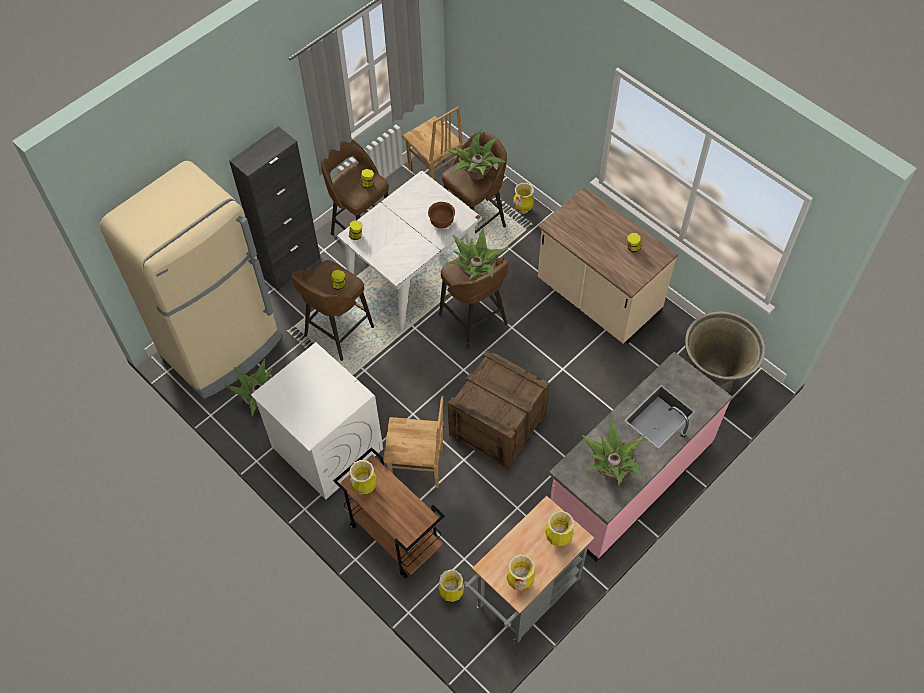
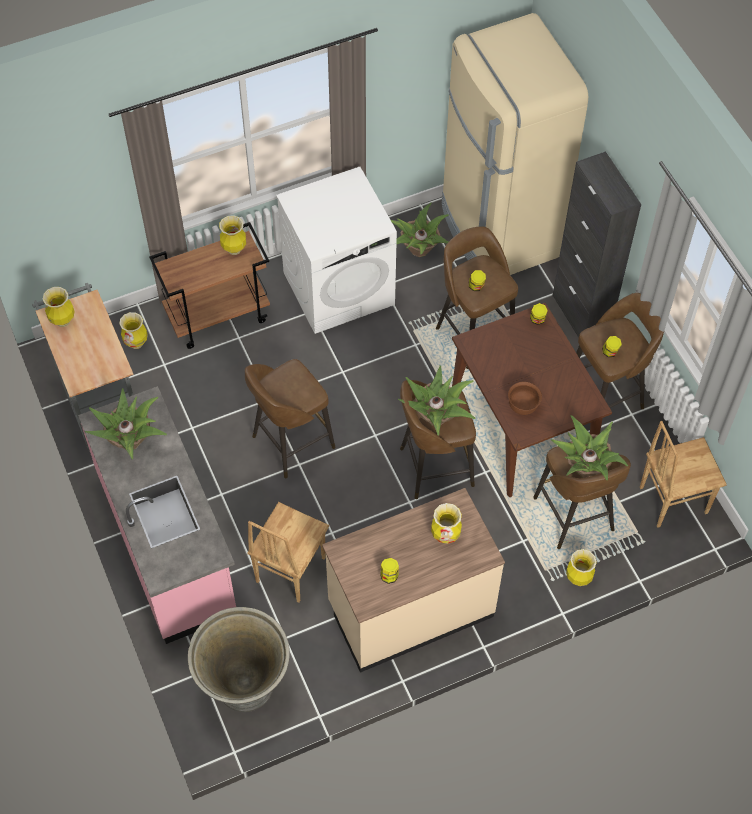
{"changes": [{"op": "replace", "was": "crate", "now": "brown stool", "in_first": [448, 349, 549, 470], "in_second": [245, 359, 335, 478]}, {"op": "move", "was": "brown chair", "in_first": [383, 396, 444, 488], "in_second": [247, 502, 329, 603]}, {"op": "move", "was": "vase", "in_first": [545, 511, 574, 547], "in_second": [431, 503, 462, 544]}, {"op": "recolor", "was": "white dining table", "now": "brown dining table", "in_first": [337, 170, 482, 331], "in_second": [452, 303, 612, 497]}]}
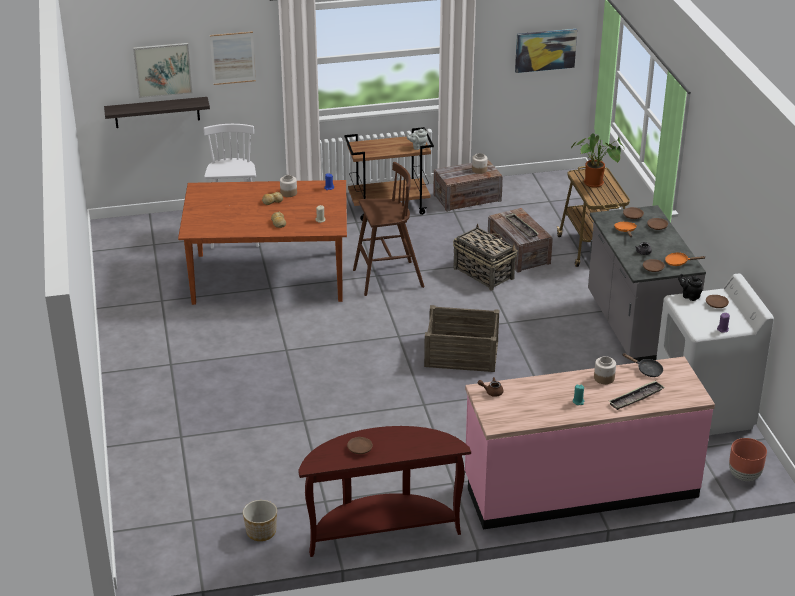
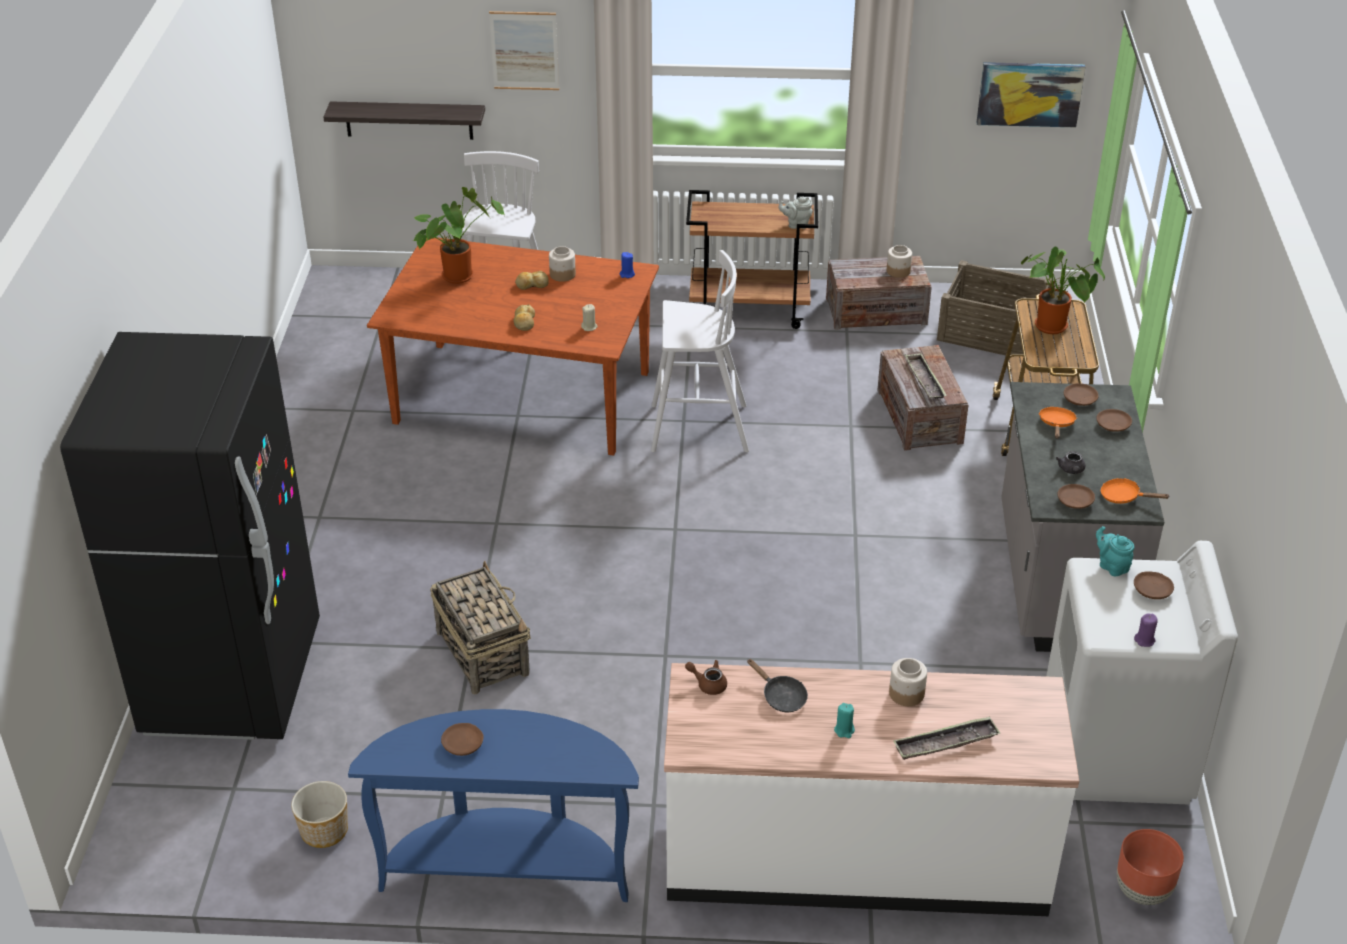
{"changes": [{"op": "insert", "now": "black fridge", "in_second": [60, 332, 320, 740]}, {"op": "recolor", "was": "brown console table", "now": "blue console table", "in_first": [298, 426, 471, 557], "in_second": [348, 709, 639, 902]}, {"op": "insert", "now": "potted plant", "in_second": [413, 187, 505, 284]}, {"op": "move", "was": "basket", "in_first": [453, 223, 517, 291], "in_second": [430, 561, 531, 695]}, {"op": "recolor", "was": "brown stool", "now": "white stool", "in_first": [353, 162, 425, 296], "in_second": [651, 250, 749, 452]}, {"op": "recolor", "was": "pink counter", "now": "white counter", "in_first": [465, 357, 715, 530], "in_second": [664, 663, 1079, 916]}, {"op": "move", "was": "black frying pan", "in_first": [622, 353, 663, 377], "in_second": [747, 659, 808, 712]}, {"op": "move", "was": "crate", "in_first": [424, 305, 499, 372], "in_second": [937, 260, 1052, 355]}, {"op": "recolor", "was": "black teapot", "now": "turquoise teapot", "in_first": [678, 274, 703, 301], "in_second": [1096, 526, 1134, 576]}, {"op": "delete", "was": "picture", "in_first": [133, 43, 192, 98]}]}
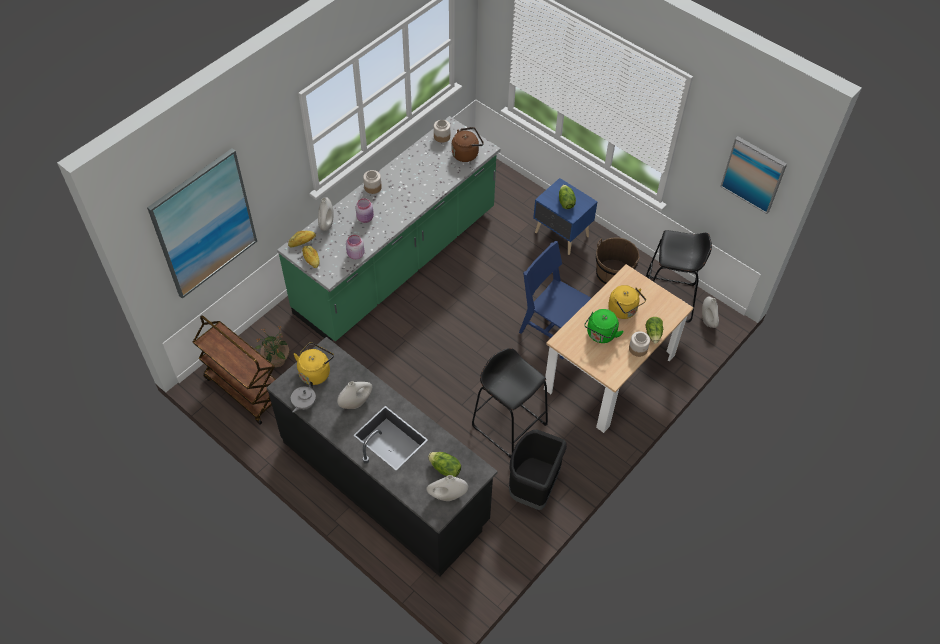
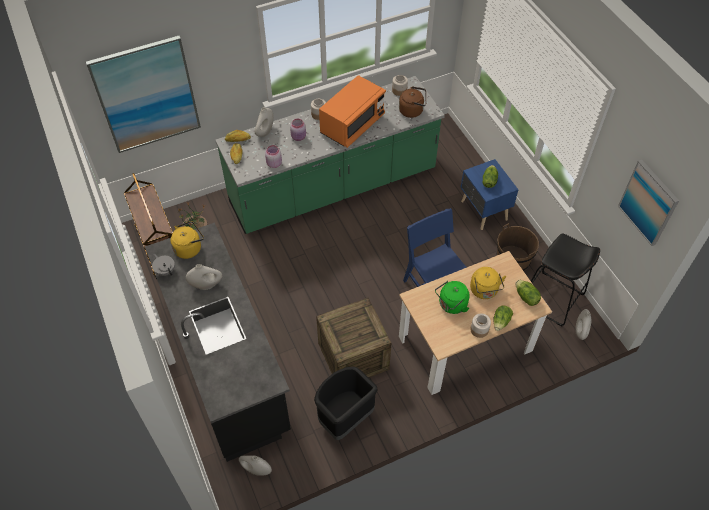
{"changes": [{"op": "rotate", "was": "grey teapot", "in_first": [291, 382, 316, 412], "in_second": [152, 254, 175, 276], "clockwise": 90}, {"op": "move", "was": "white vase", "in_first": [426, 475, 468, 501], "in_second": [239, 455, 272, 476]}, {"op": "replace", "was": "black stool", "now": "crate", "in_first": [472, 348, 548, 458], "in_second": [316, 297, 391, 378]}, {"op": "insert", "now": "orange microwave", "in_second": [319, 75, 386, 148]}, {"op": "move", "was": "lettuce", "in_first": [428, 452, 461, 477], "in_second": [516, 280, 541, 306]}]}
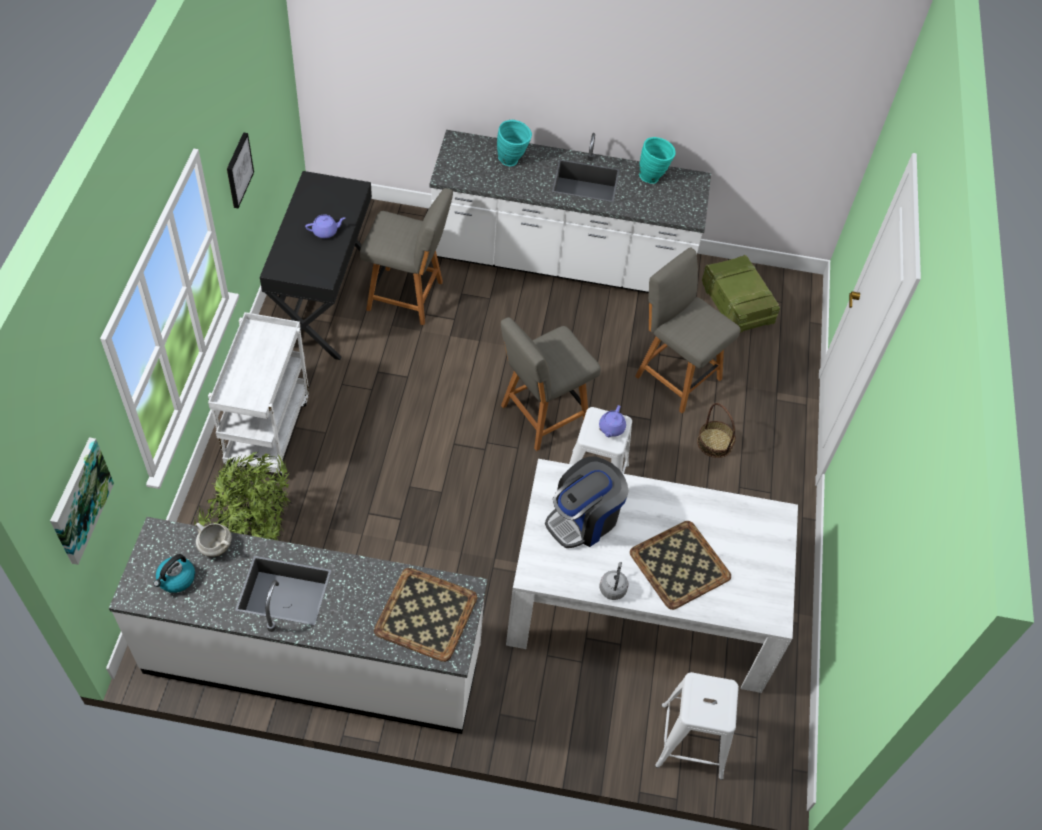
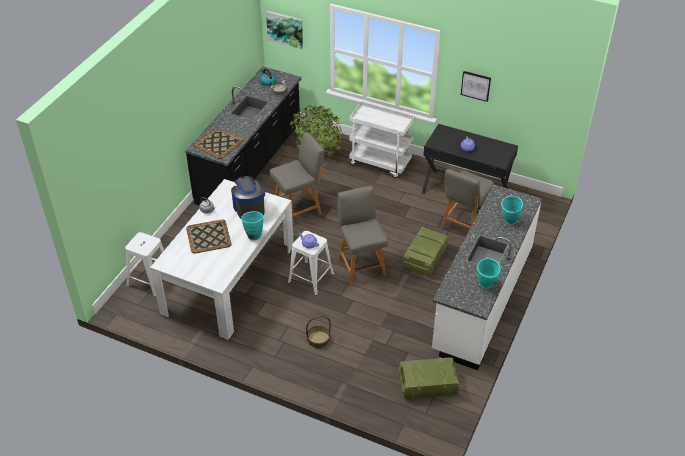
{"changes": [{"op": "recolor", "was": "white counter", "now": "black counter", "in_first": [109, 517, 488, 734], "in_second": [185, 66, 301, 206]}, {"op": "insert", "now": "turquoise vase", "in_second": [241, 211, 263, 240]}, {"op": "move", "was": "grey chair", "in_first": [635, 247, 741, 413], "in_second": [270, 132, 325, 217]}, {"op": "insert", "now": "crate", "in_second": [403, 227, 448, 277]}]}
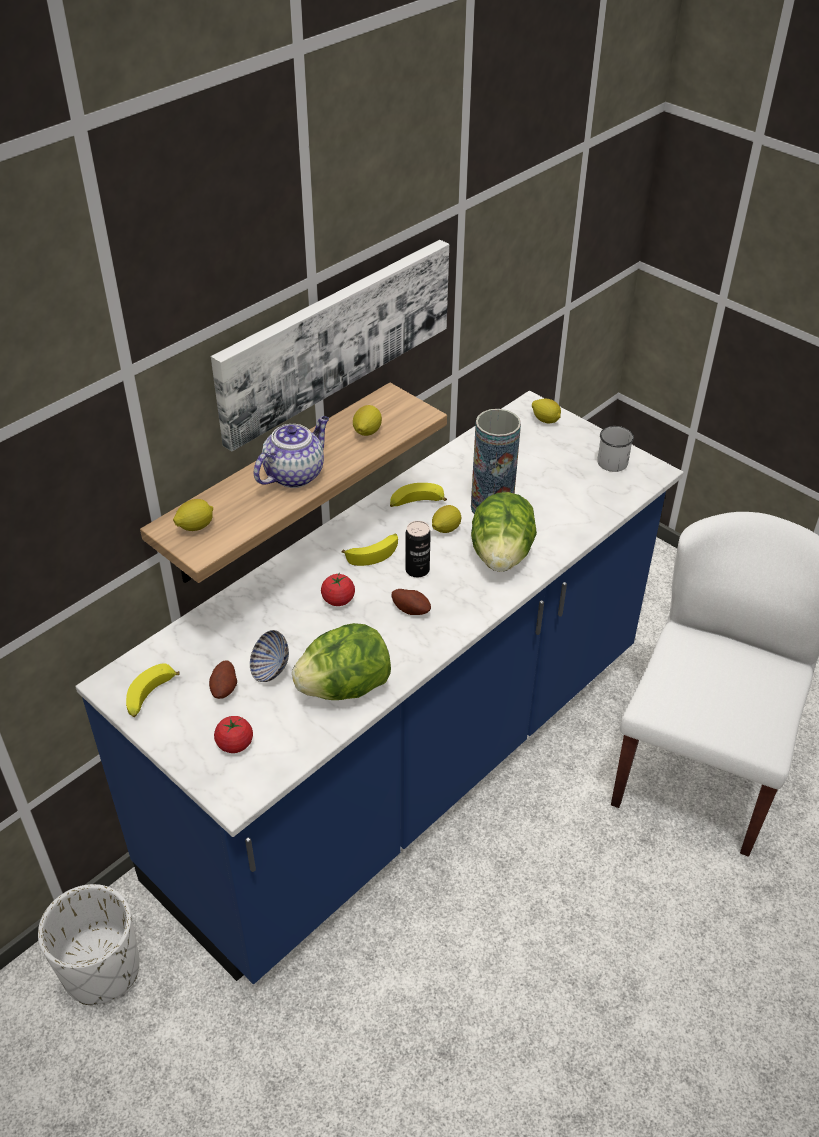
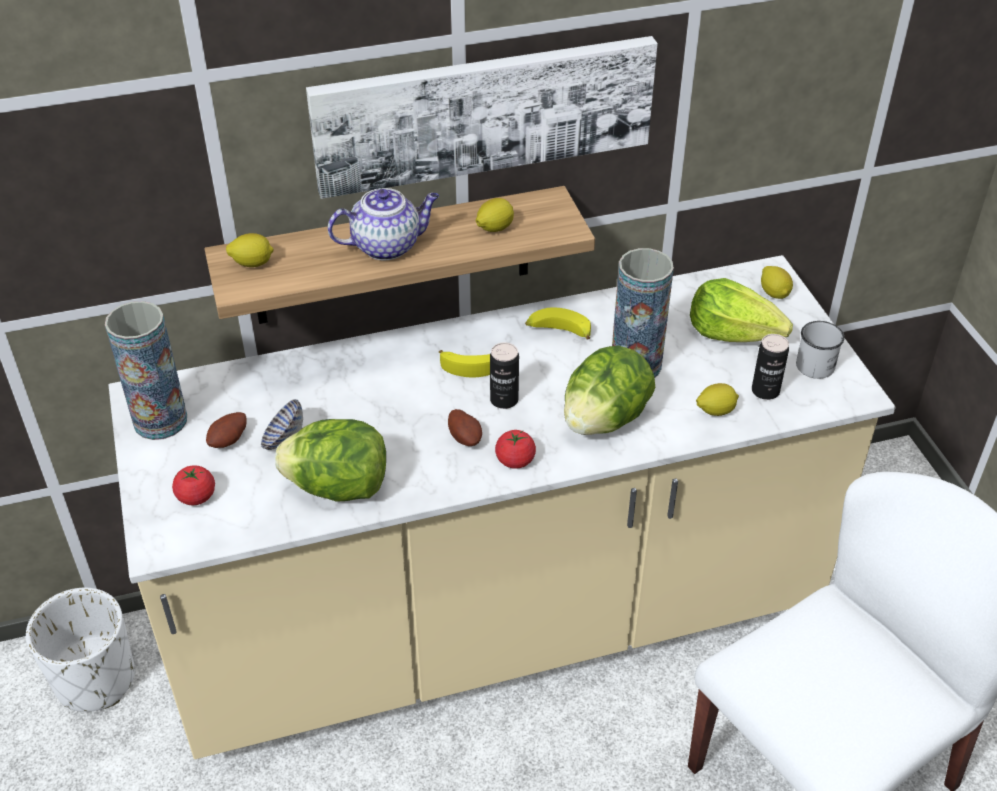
{"changes": [{"op": "replace", "was": "banana", "now": "vase", "in_first": [126, 663, 180, 717], "in_second": [105, 301, 187, 440]}, {"op": "recolor", "was": "blue counter", "now": "beige counter", "in_first": [75, 391, 684, 984], "in_second": [108, 255, 896, 759]}, {"op": "move", "was": "tomato", "in_first": [321, 574, 355, 606], "in_second": [495, 430, 536, 469]}, {"op": "insert", "now": "lettuce", "in_second": [690, 278, 793, 342]}, {"op": "move", "was": "lemon", "in_first": [432, 505, 461, 533], "in_second": [696, 383, 739, 416]}, {"op": "insert", "now": "can", "in_second": [752, 334, 789, 400]}]}
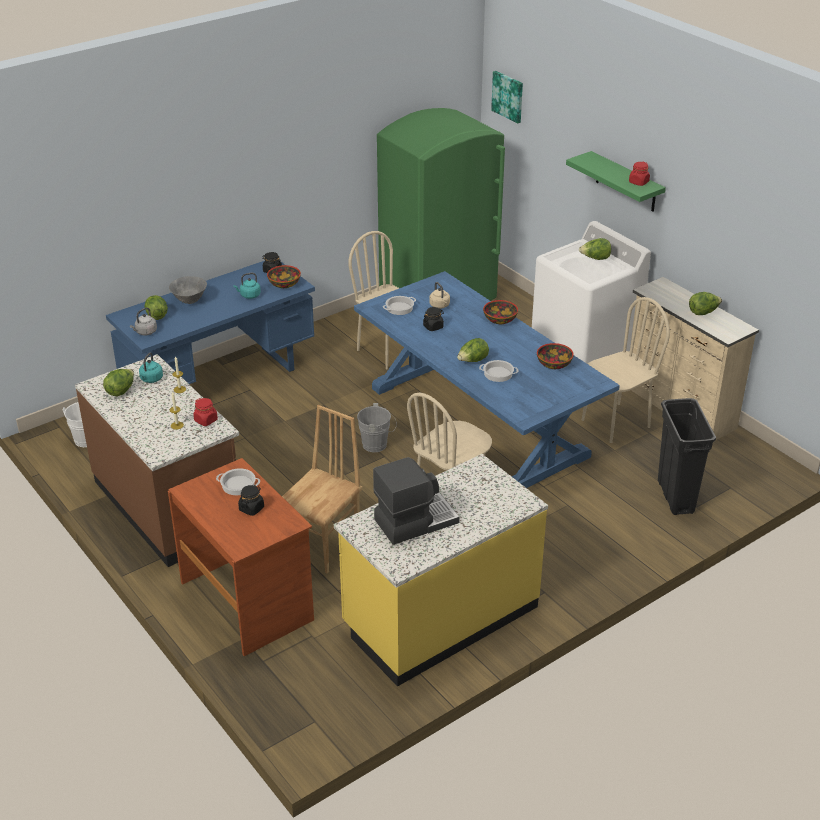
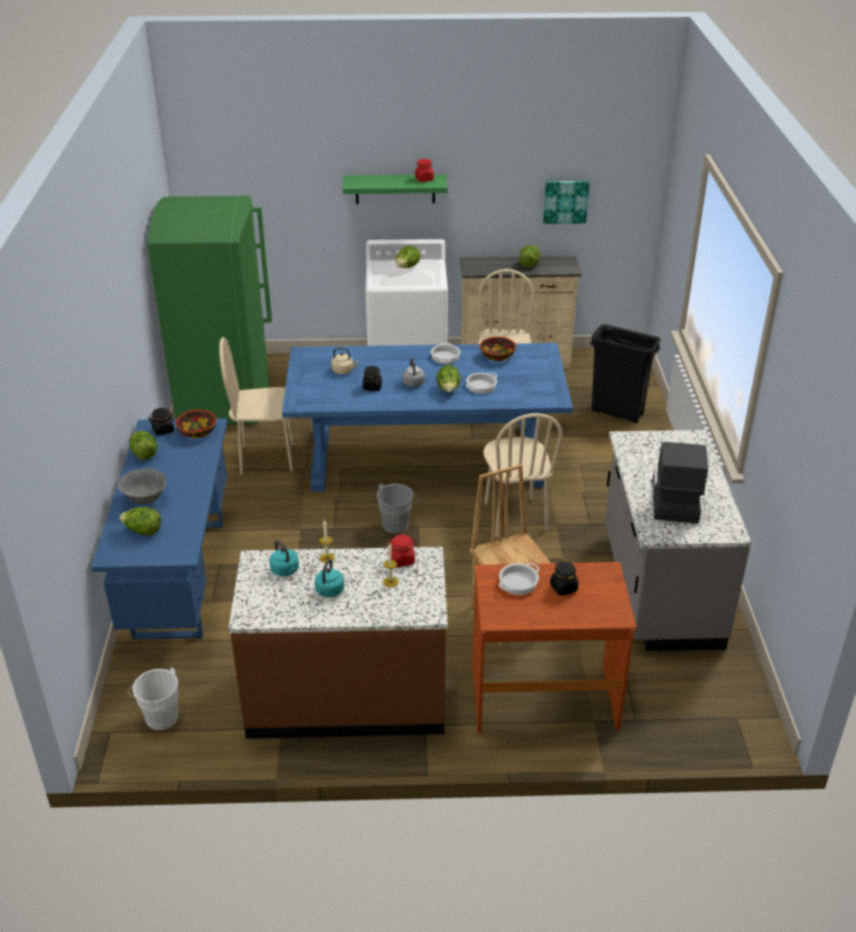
{"changes": [{"op": "move", "was": "lettuce", "in_first": [103, 369, 134, 396], "in_second": [130, 431, 157, 460]}, {"op": "move", "was": "turquoise kettle", "in_first": [233, 273, 261, 299], "in_second": [315, 559, 345, 597]}, {"op": "move", "was": "grey kettle", "in_first": [130, 307, 157, 335], "in_second": [403, 358, 425, 387]}, {"op": "move", "was": "cooking pot", "in_first": [383, 296, 416, 315], "in_second": [431, 342, 460, 364]}, {"op": "move", "was": "picture", "in_first": [491, 71, 523, 124], "in_second": [543, 181, 590, 224]}, {"op": "recolor", "was": "yellow counter", "now": "grey counter", "in_first": [334, 454, 548, 687], "in_second": [605, 430, 752, 651]}, {"op": "delete", "was": "bowl", "in_first": [483, 300, 518, 324]}]}
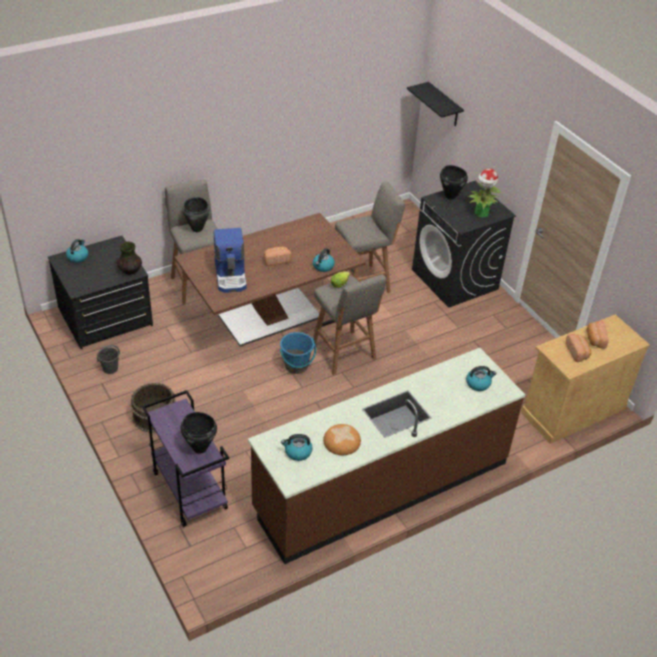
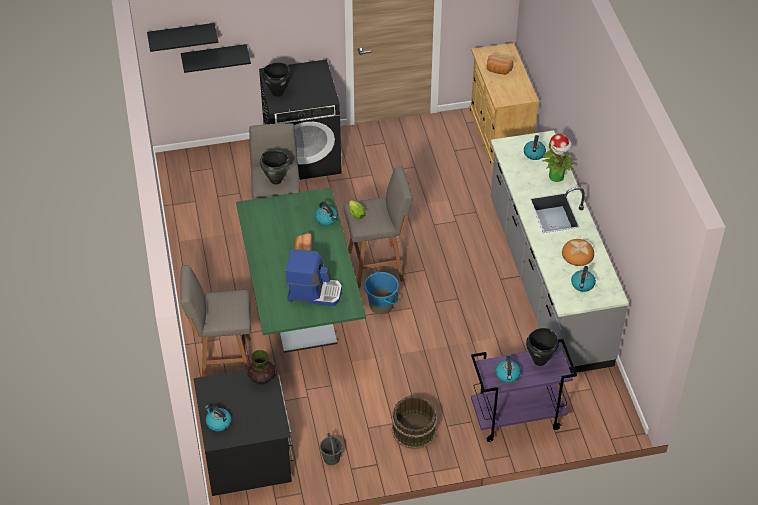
{"changes": [{"op": "insert", "now": "black shelf", "in_second": [181, 44, 251, 73]}, {"op": "recolor", "was": "brown dining table", "now": "green dining table", "in_first": [174, 213, 366, 347], "in_second": [236, 188, 366, 353]}, {"op": "move", "was": "black cooking pot", "in_first": [182, 197, 210, 232], "in_second": [260, 150, 290, 185]}, {"op": "recolor", "was": "brown counter", "now": "grey counter", "in_first": [248, 348, 525, 564], "in_second": [491, 130, 629, 374]}, {"op": "insert", "now": "kettle", "in_second": [496, 356, 521, 383]}, {"op": "move", "was": "potted plant", "in_first": [468, 168, 502, 217], "in_second": [543, 134, 575, 182]}, {"op": "delete", "was": "bread", "in_first": [566, 334, 591, 362]}]}
